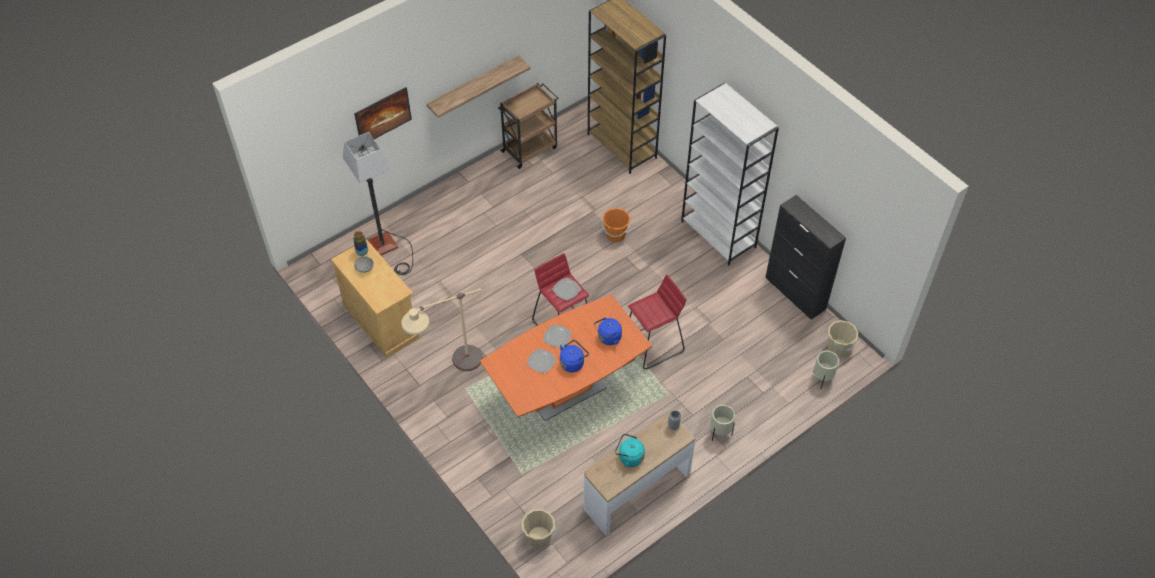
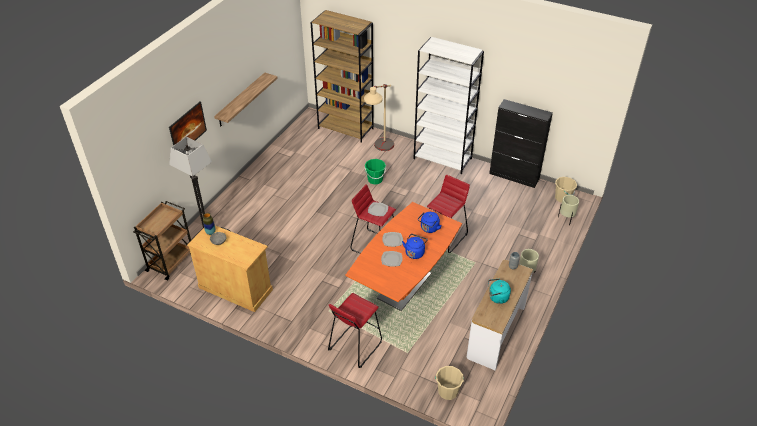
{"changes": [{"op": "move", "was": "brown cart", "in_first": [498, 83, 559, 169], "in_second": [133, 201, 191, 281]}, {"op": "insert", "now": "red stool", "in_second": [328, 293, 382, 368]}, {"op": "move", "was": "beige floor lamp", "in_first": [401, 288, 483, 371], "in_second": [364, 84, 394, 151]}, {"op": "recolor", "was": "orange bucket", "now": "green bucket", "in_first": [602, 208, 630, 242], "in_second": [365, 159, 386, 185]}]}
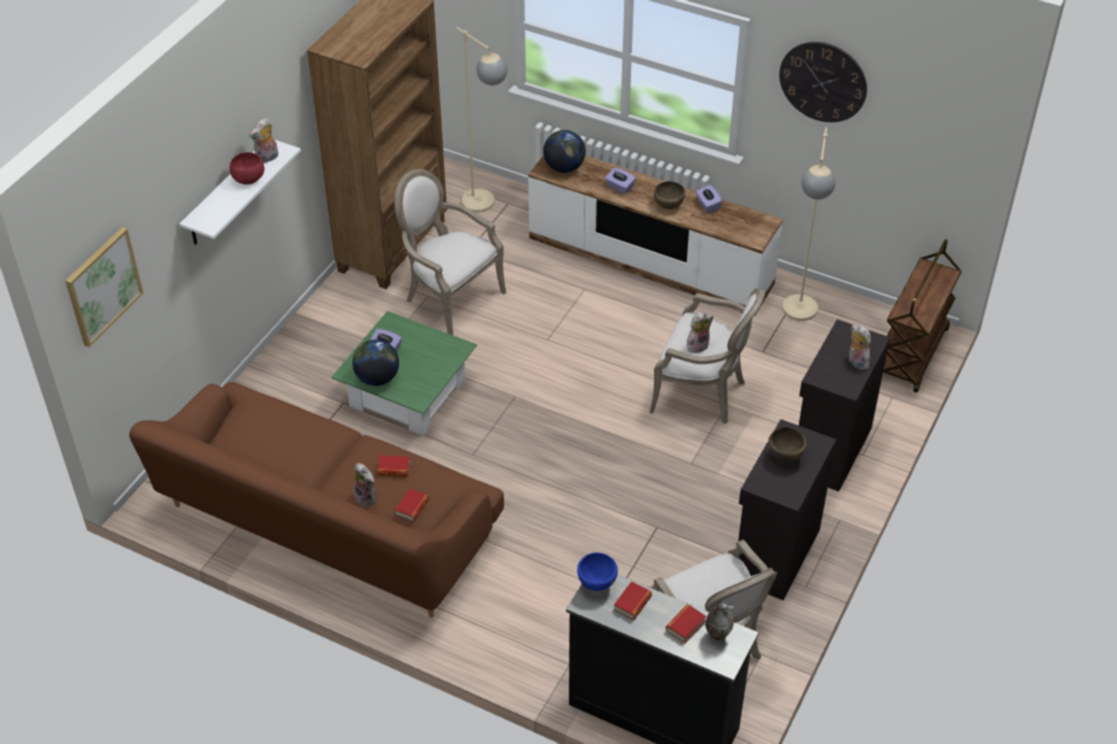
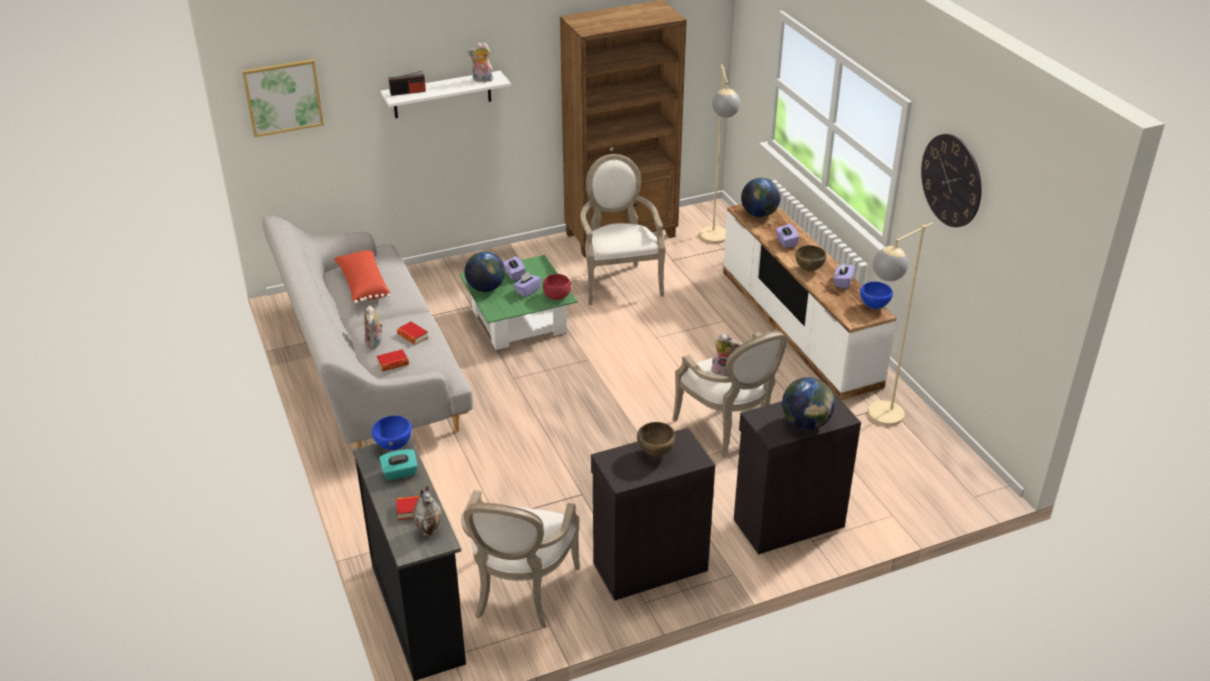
{"changes": [{"op": "recolor", "was": "brown sofa", "now": "grey sofa", "in_first": [129, 382, 504, 618], "in_second": [262, 215, 473, 448]}, {"op": "insert", "now": "red pillow", "in_second": [334, 250, 390, 303]}, {"op": "replace", "was": "book", "now": "turquoise tissue box", "in_first": [614, 581, 652, 620], "in_second": [379, 449, 418, 481]}, {"op": "insert", "now": "radio", "in_second": [389, 71, 426, 96]}, {"op": "insert", "now": "purple tissue box", "in_second": [513, 272, 541, 297]}, {"op": "move", "was": "red bowl", "in_first": [229, 152, 264, 185], "in_second": [543, 274, 572, 300]}, {"op": "replace", "was": "plush toy", "now": "globe", "in_first": [849, 325, 871, 370], "in_second": [782, 377, 835, 429]}, {"op": "insert", "now": "blue bowl", "in_second": [860, 282, 893, 309]}, {"op": "delete", "was": "brown cart", "in_first": [883, 239, 962, 393]}]}
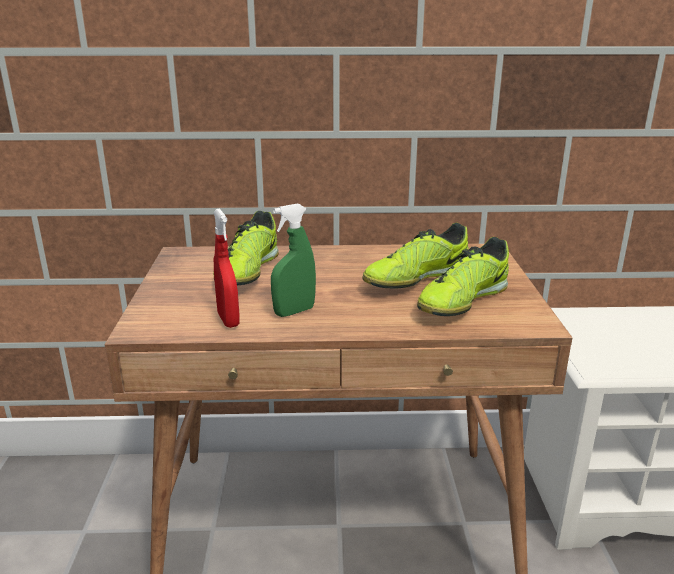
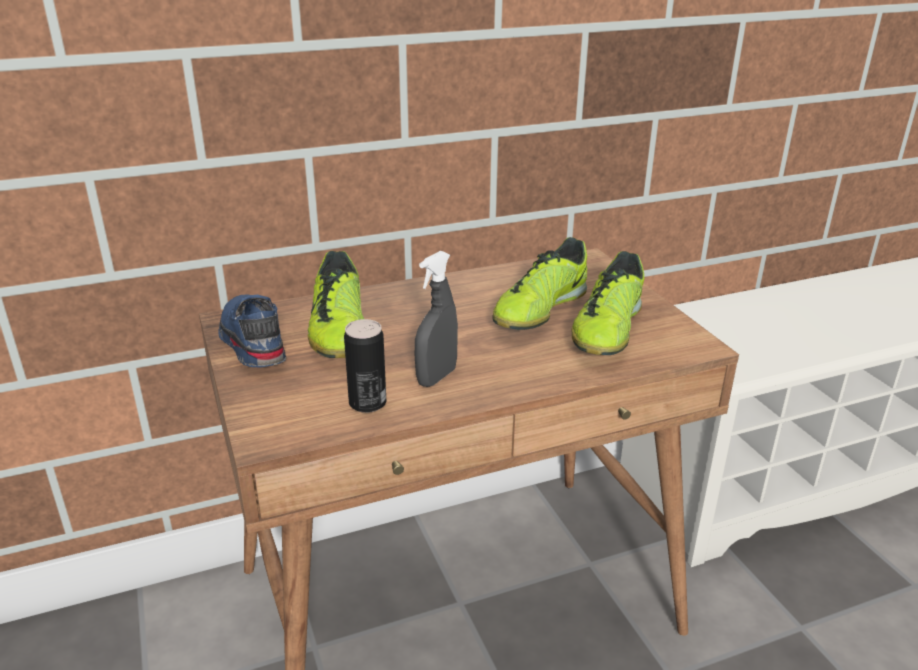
{"changes": [{"op": "insert", "now": "blue shoe", "in_second": [218, 295, 286, 367]}, {"op": "replace", "was": "red spray bottle", "now": "can", "in_first": [214, 209, 240, 328], "in_second": [344, 319, 386, 413]}, {"op": "recolor", "was": "green spray bottle", "now": "grey spray bottle", "in_first": [271, 203, 316, 317], "in_second": [415, 251, 458, 387]}]}
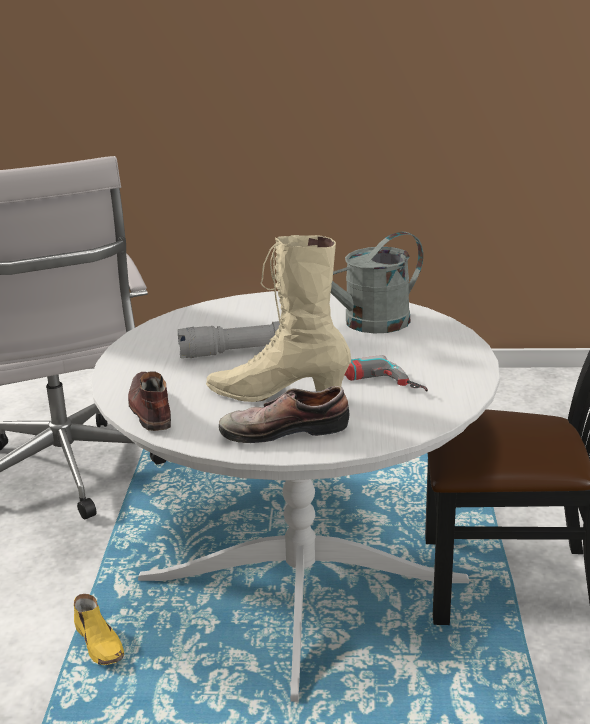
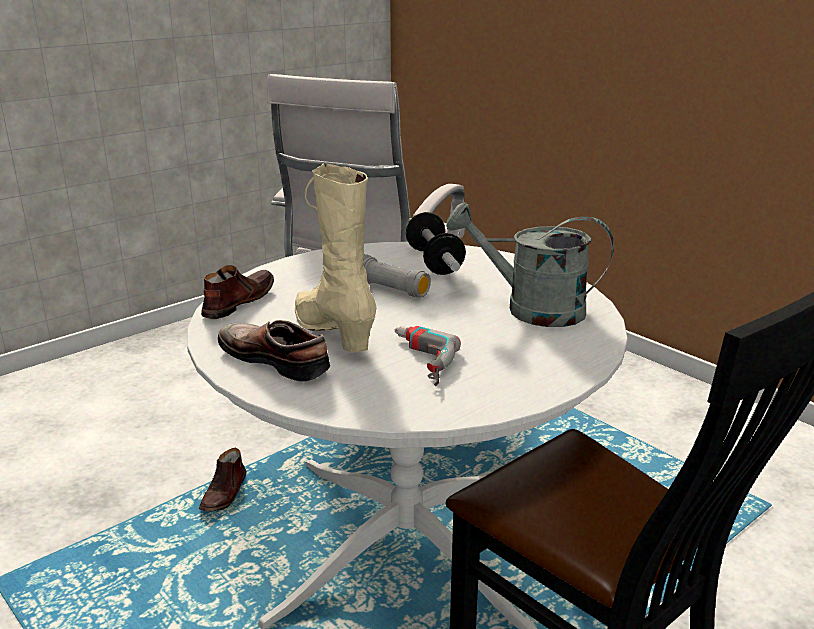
{"changes": [{"op": "recolor", "was": "yellow shoe", "now": "brown shoe", "in_first": [74, 594, 124, 665], "in_second": [199, 448, 247, 512]}, {"op": "insert", "now": "dumbbell", "in_second": [406, 212, 466, 275]}]}
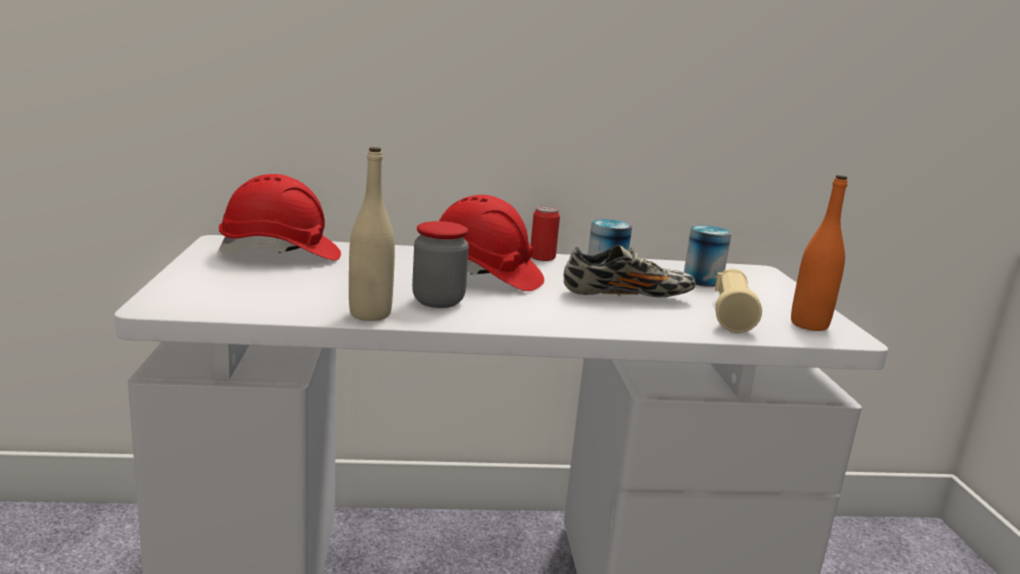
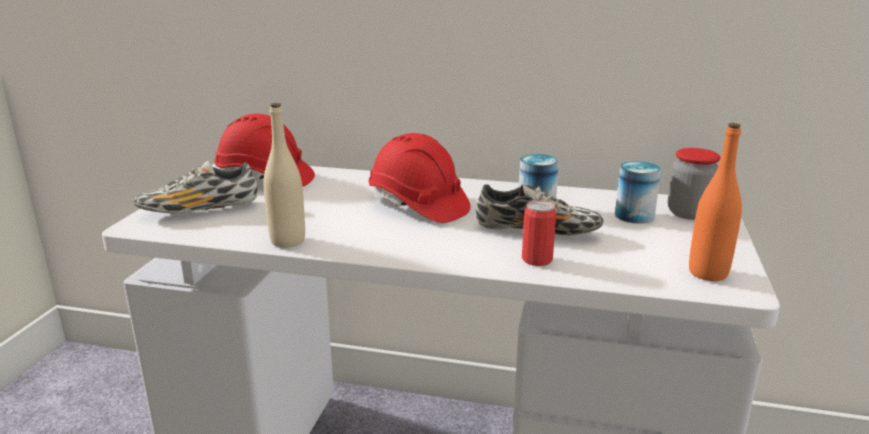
{"changes": [{"op": "insert", "now": "shoe", "in_second": [134, 161, 258, 213]}, {"op": "move", "was": "can", "in_first": [531, 206, 560, 261], "in_second": [522, 200, 556, 266]}, {"op": "move", "was": "jar", "in_first": [412, 221, 469, 308], "in_second": [668, 148, 721, 220]}, {"op": "delete", "was": "beige flashlight", "in_first": [715, 269, 762, 333]}]}
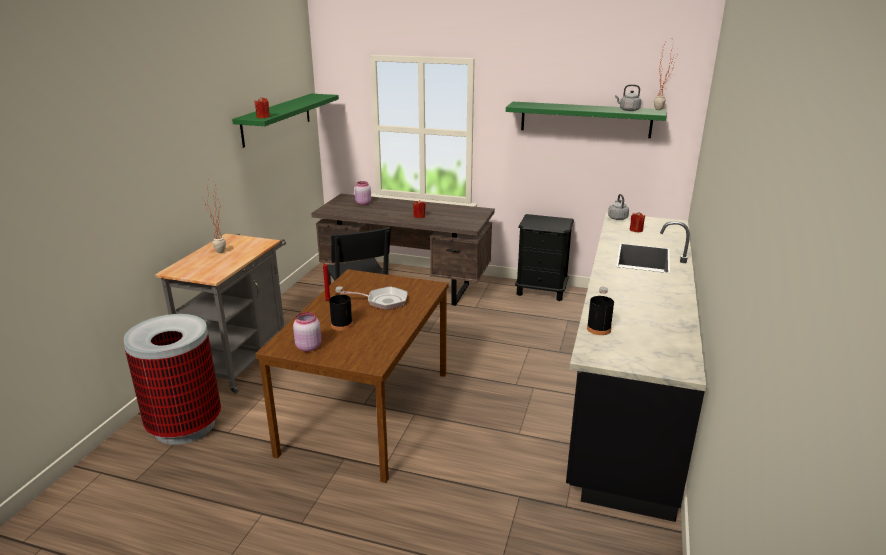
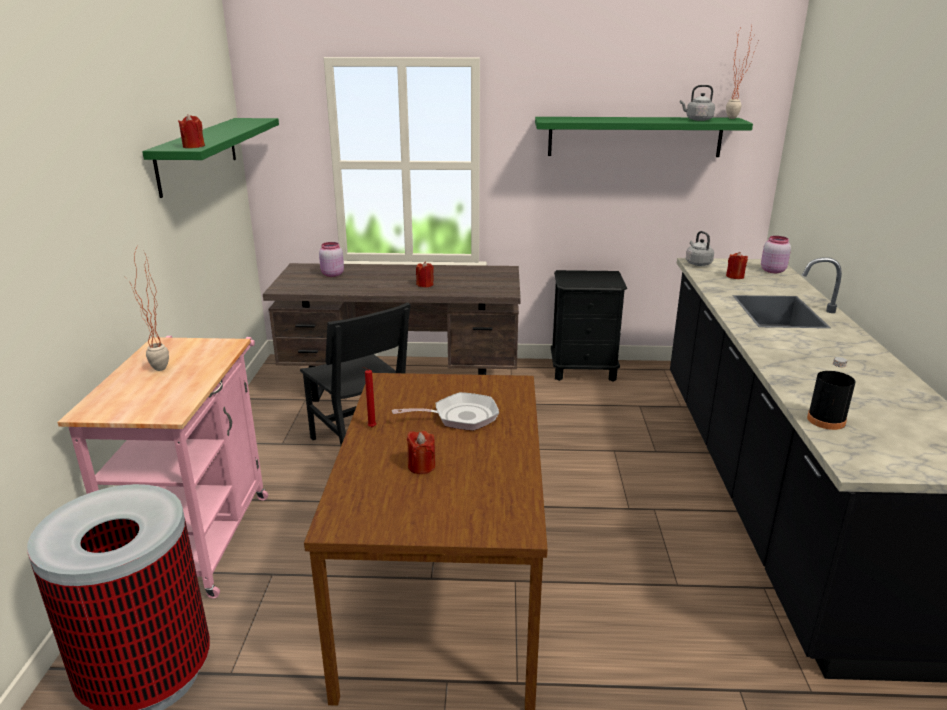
{"changes": [{"op": "recolor", "was": "grey cart", "now": "pink cart", "in_first": [155, 234, 286, 394], "in_second": [57, 336, 268, 599]}, {"op": "replace", "was": "black bottle", "now": "red candle", "in_first": [329, 286, 353, 331], "in_second": [407, 431, 435, 474]}, {"op": "move", "was": "pink jar", "in_first": [293, 312, 322, 352], "in_second": [761, 236, 791, 273]}]}
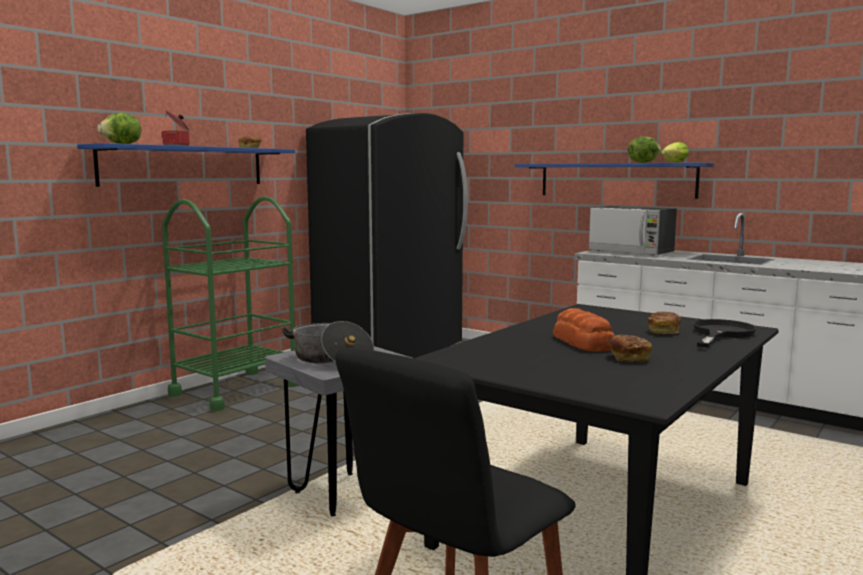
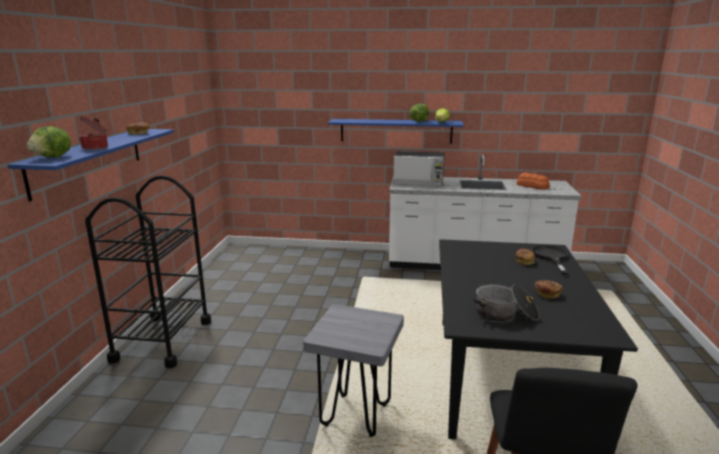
{"changes": [{"op": "recolor", "was": "green cart", "now": "black cart", "in_first": [162, 196, 299, 411], "in_second": [85, 176, 211, 368]}, {"op": "move", "was": "cooking pot", "in_first": [282, 321, 374, 363], "in_second": [474, 284, 539, 321]}, {"op": "move", "was": "bread", "in_first": [553, 308, 615, 352], "in_second": [516, 173, 550, 190]}, {"op": "delete", "was": "black fridge", "in_first": [306, 113, 468, 358]}]}
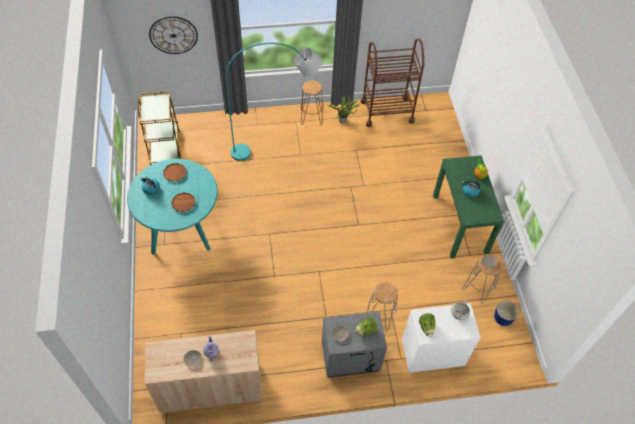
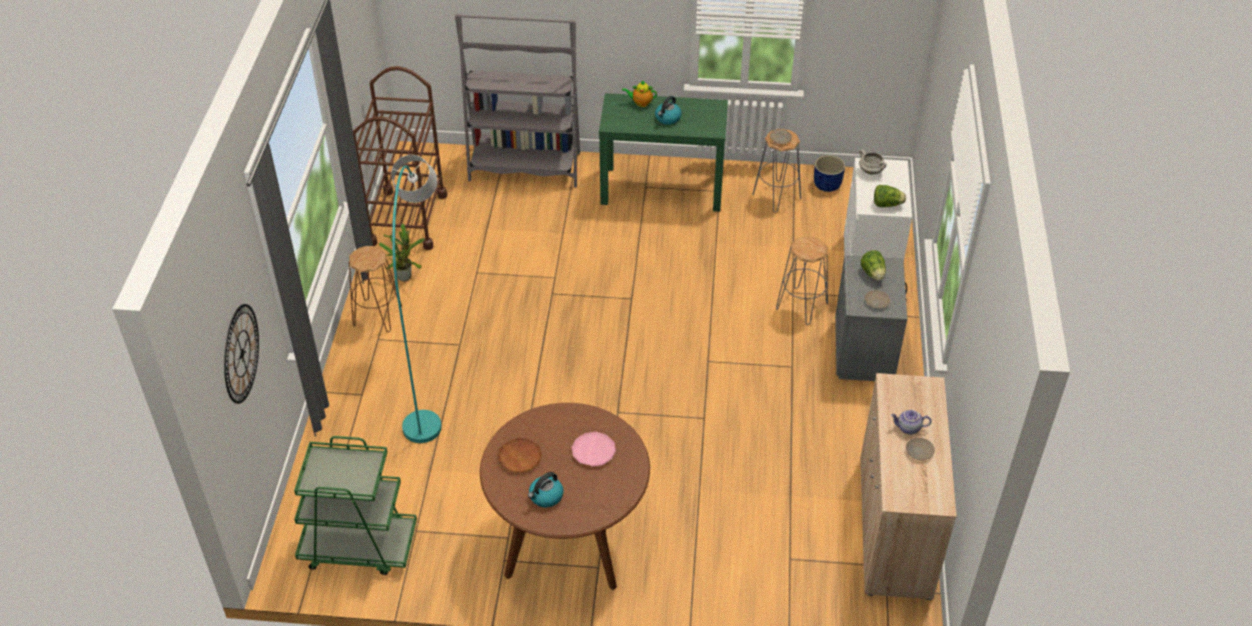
{"changes": [{"op": "recolor", "was": "brown cart", "now": "green cart", "in_first": [138, 91, 181, 165], "in_second": [294, 436, 417, 575]}, {"op": "insert", "now": "grey bookcase", "in_second": [455, 14, 580, 188]}, {"op": "recolor", "was": "turquoise dining table", "now": "brown dining table", "in_first": [127, 159, 218, 255], "in_second": [480, 403, 650, 590]}, {"op": "recolor", "was": "brown plate", "now": "pink plate", "in_first": [171, 193, 196, 212], "in_second": [571, 432, 616, 467]}]}
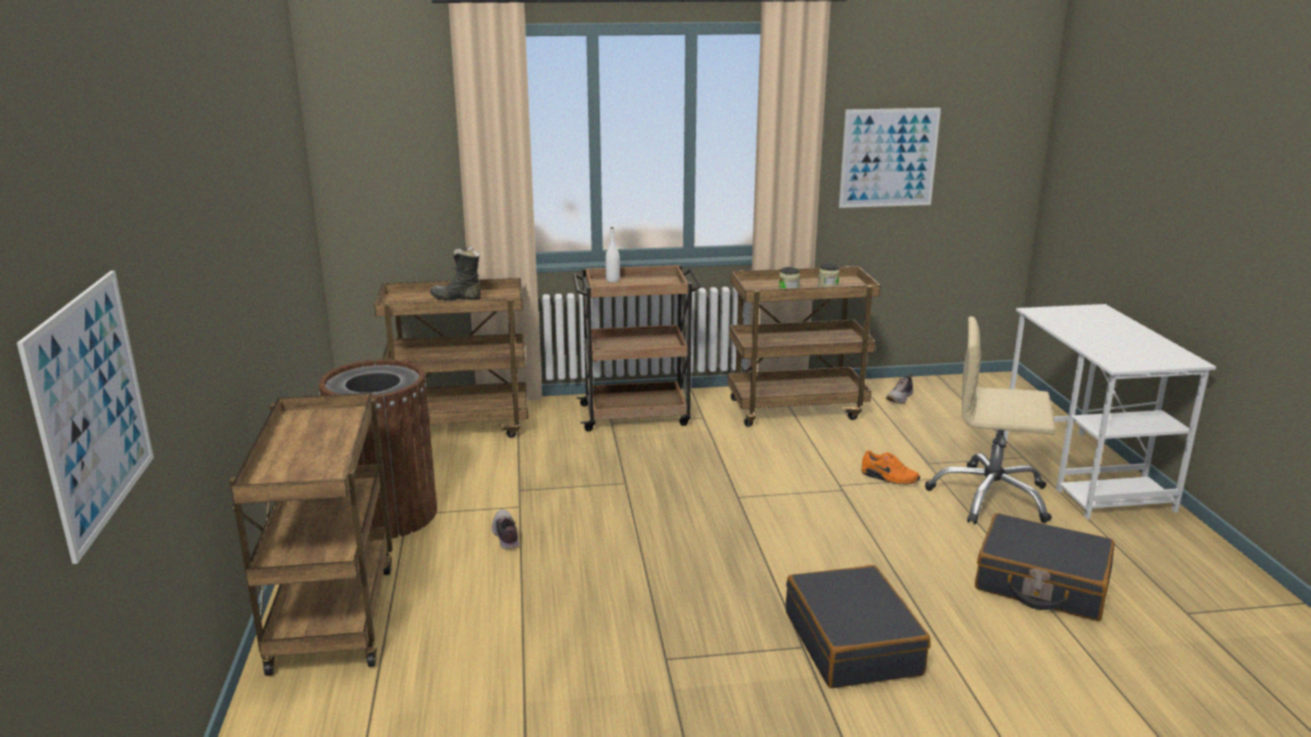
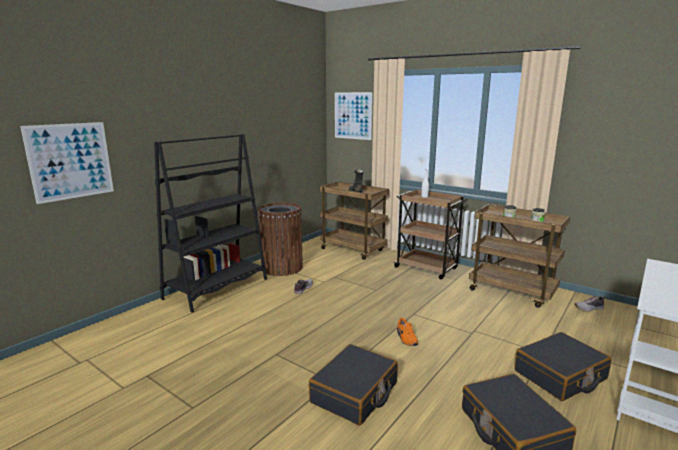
{"changes": [{"op": "replace", "was": "brown cart", "now": "black bookcase", "in_first": [229, 393, 393, 676], "in_second": [154, 134, 267, 313]}, {"op": "move", "was": "picture", "in_first": [839, 108, 941, 208], "in_second": [335, 92, 373, 140]}, {"op": "move", "was": "orange shoe", "in_first": [861, 450, 920, 485], "in_second": [397, 318, 418, 346]}, {"op": "replace", "was": "beige office chair", "now": "black suitcase", "in_first": [925, 316, 1055, 524], "in_second": [514, 332, 611, 401]}]}
